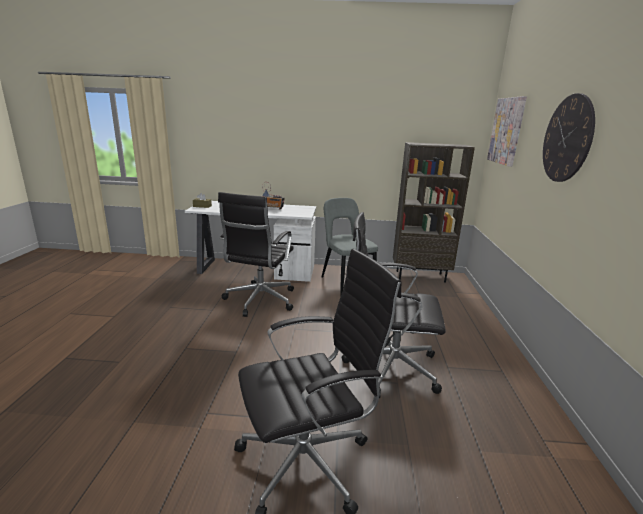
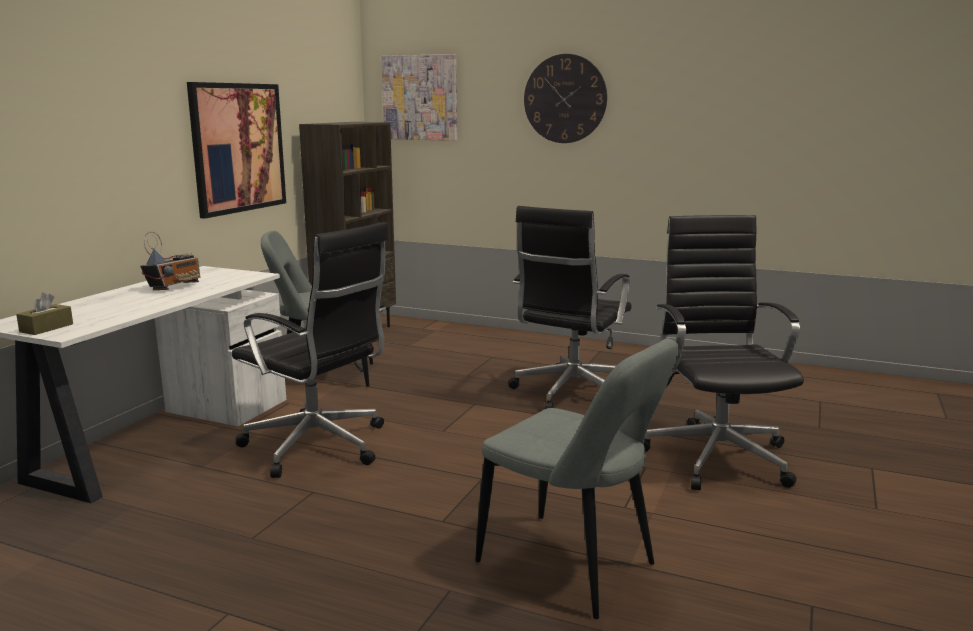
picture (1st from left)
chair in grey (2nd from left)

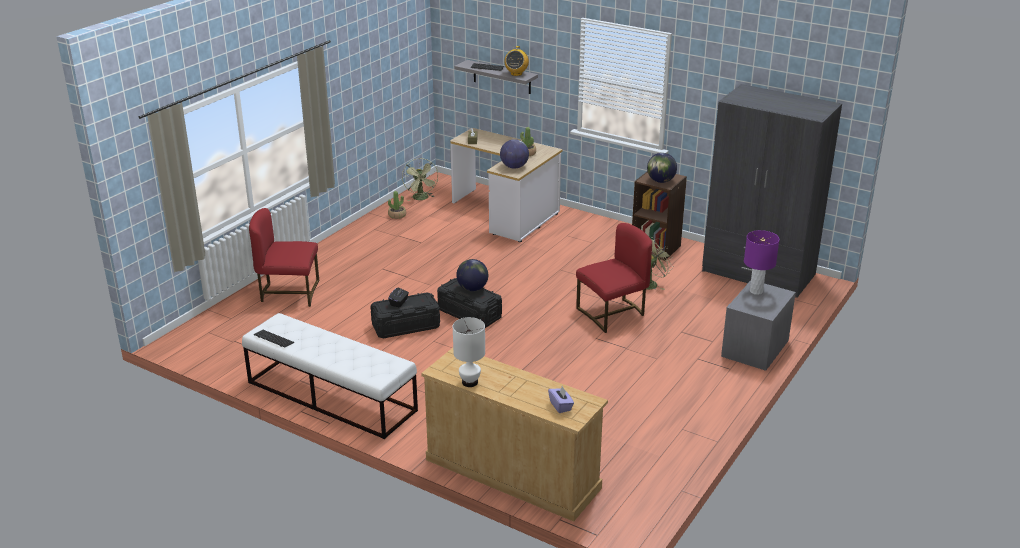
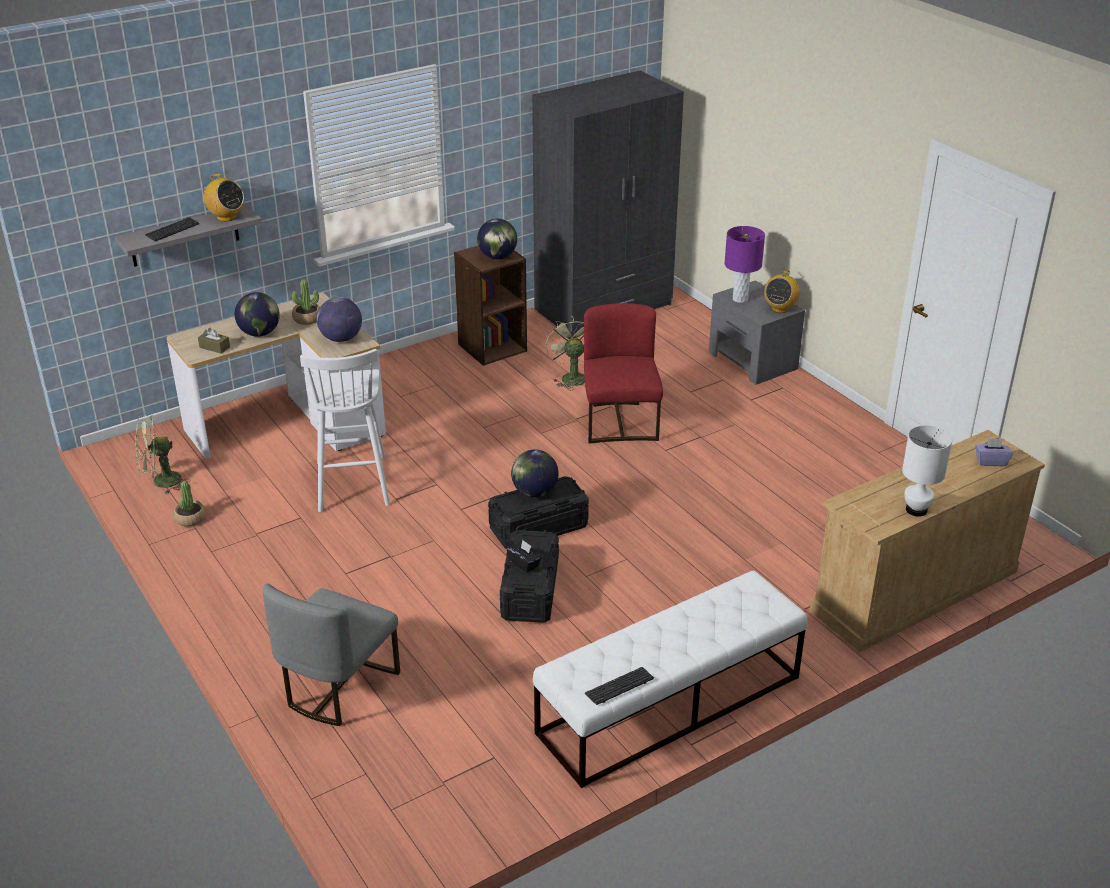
fan in green (1st from left)
chair in grey
radio (2nd from left)
globe (1st from left)
stool in white

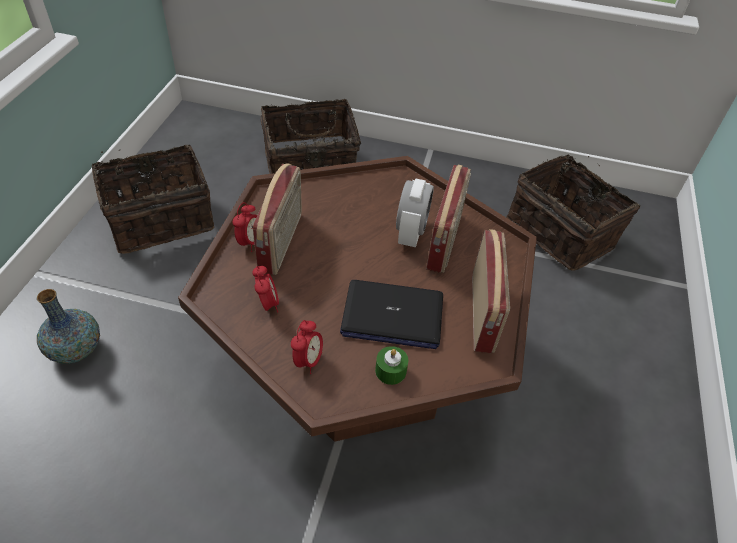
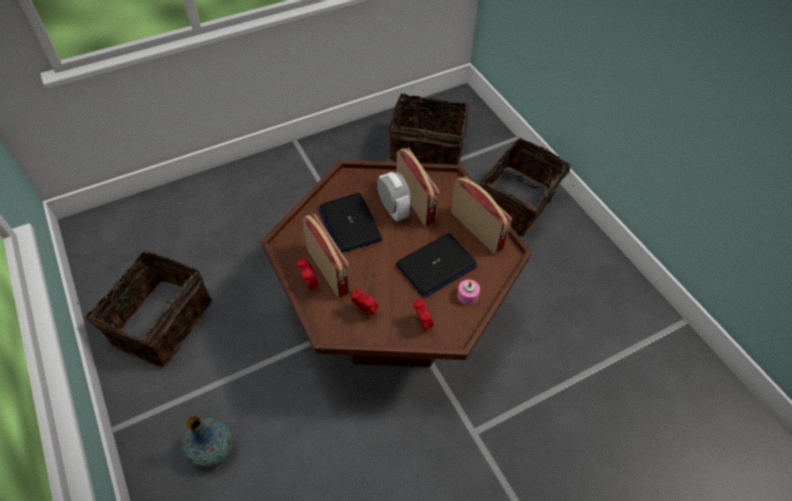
basket (3rd from left)
candle in pink
laptop (1st from left)

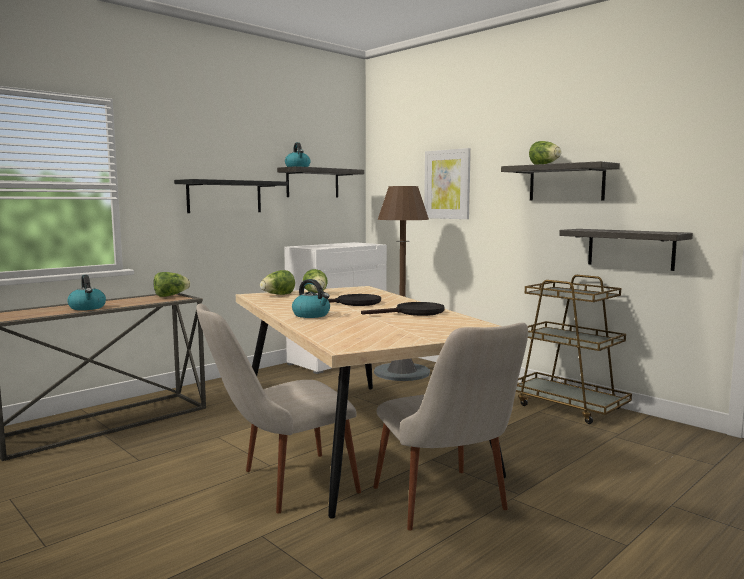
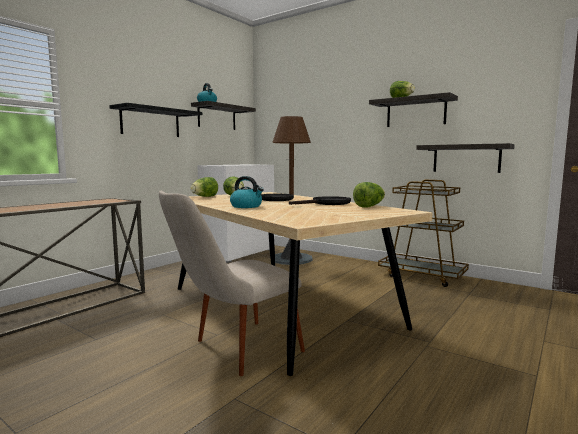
picture
lettuce (3rd from left)
kettle (1st from left in the first image)
chair in beige (2nd from left in the first image)

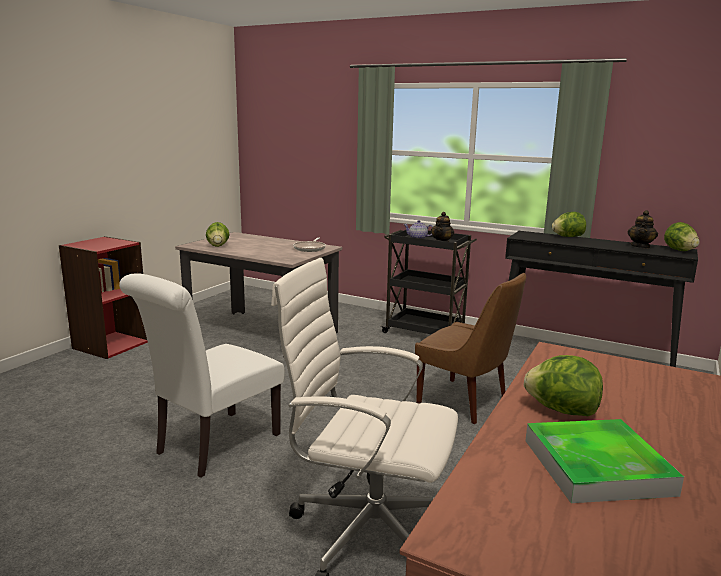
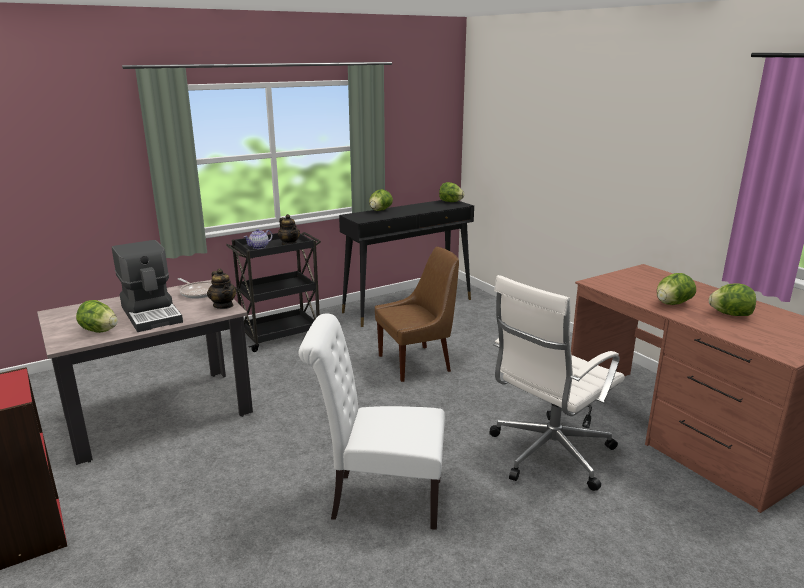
teapot (1st from left)
chair in white
lettuce (5th from left)
coffee machine

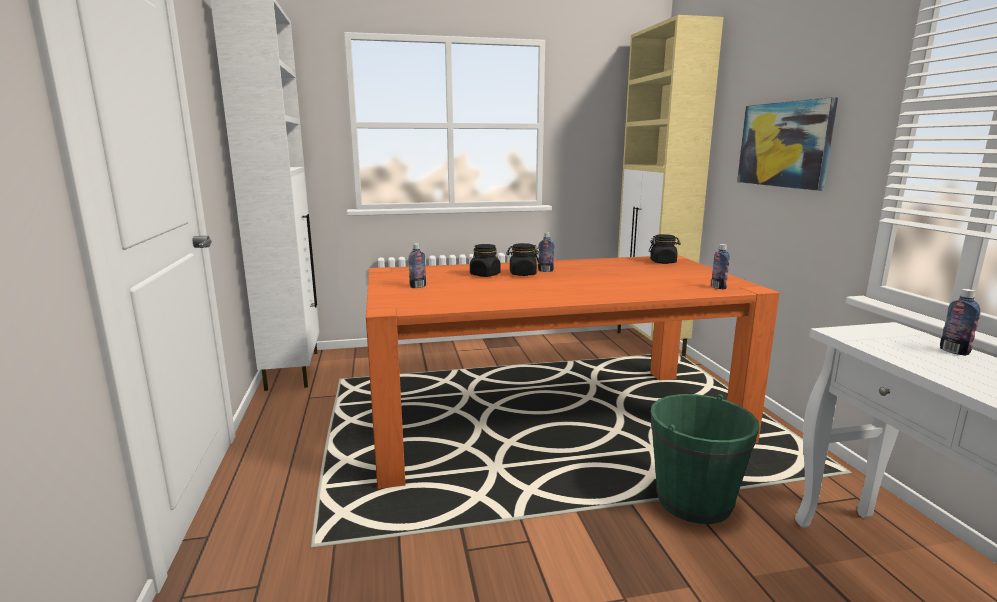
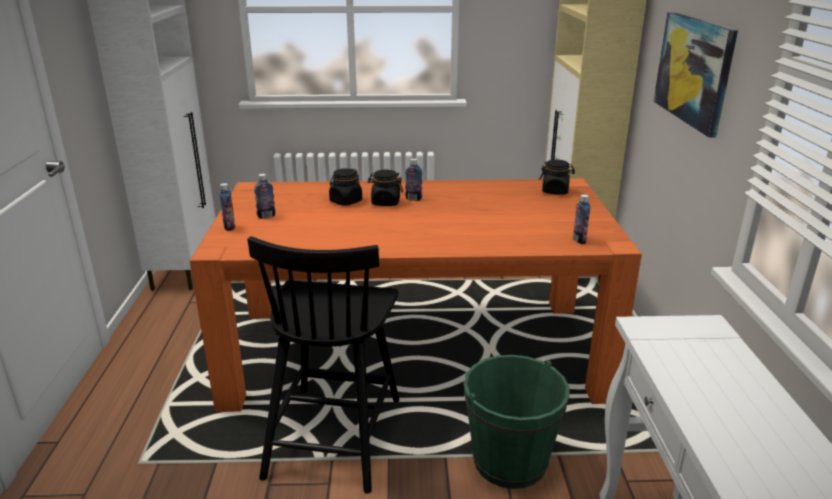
bottle (1st from left)
chair in black

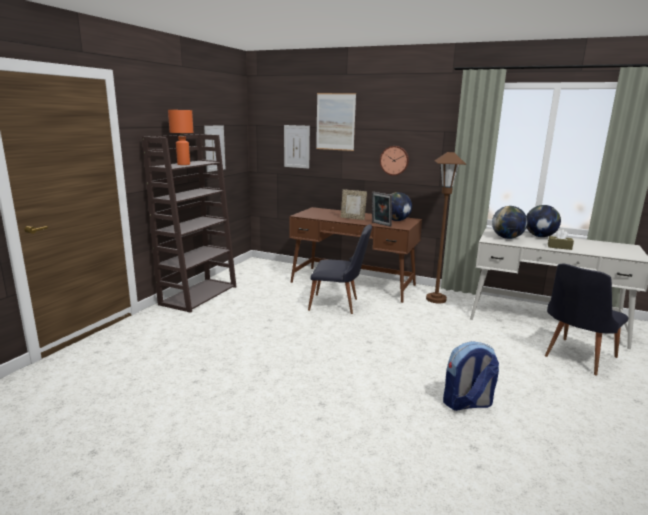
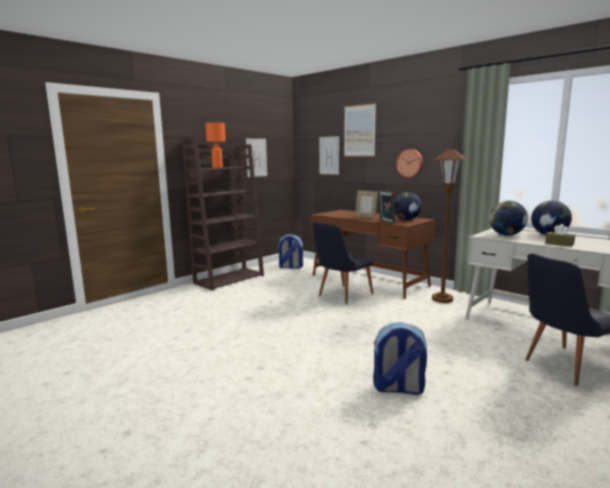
chair in black (1st from left)
backpack (1st from left)

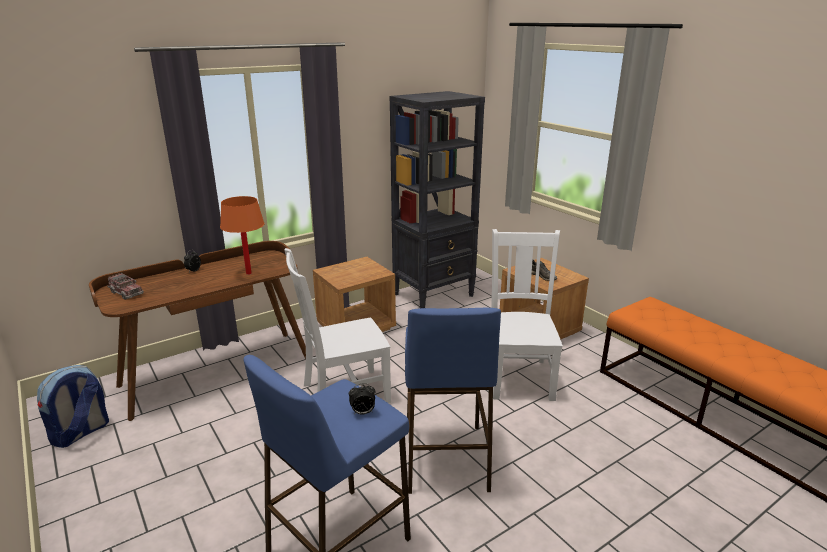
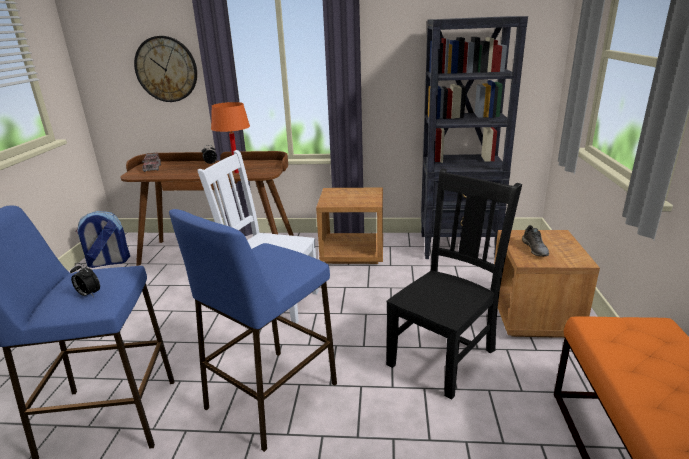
chair in black
wall clock

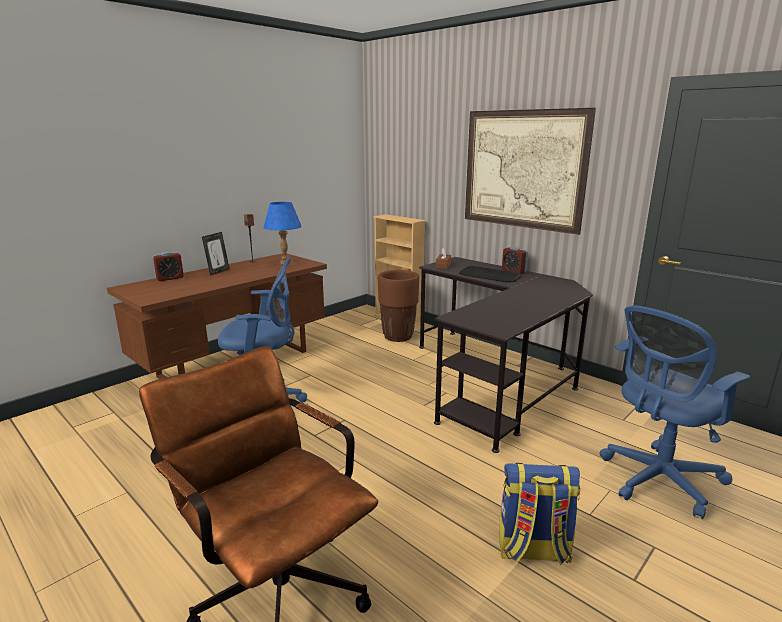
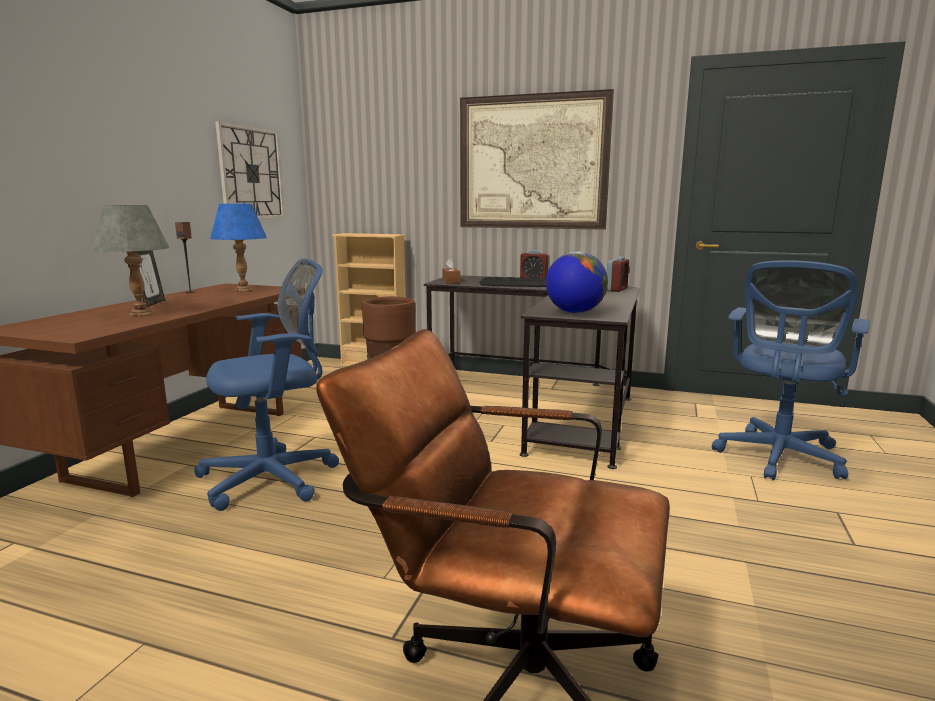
alarm clock (2nd from left)
backpack
wall clock
table lamp in grey
globe

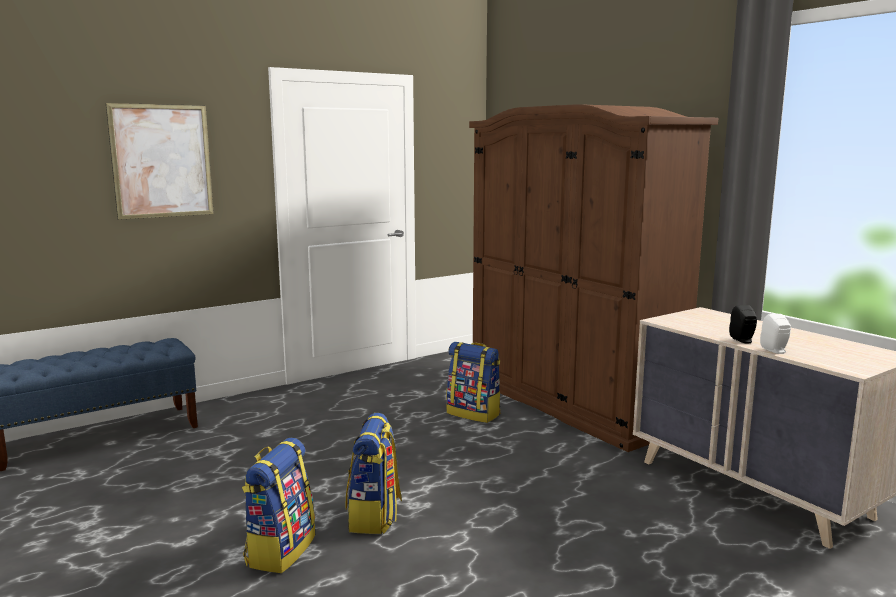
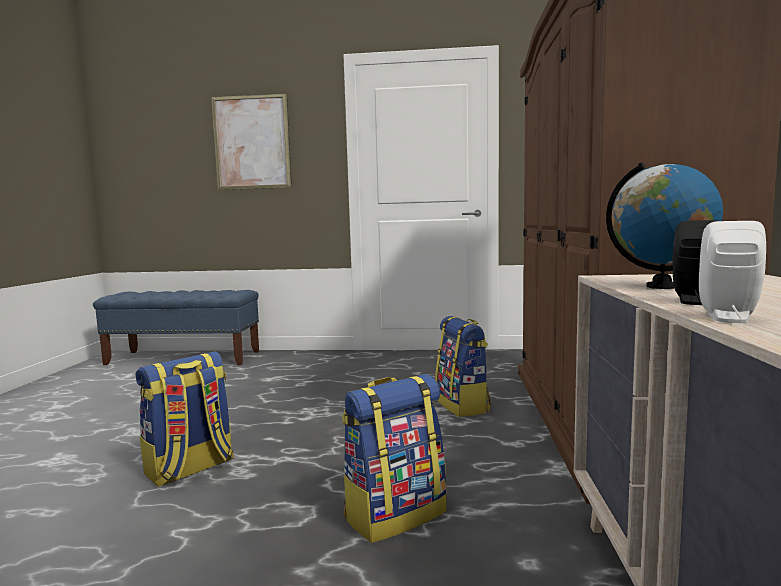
backpack (2nd from left)
globe

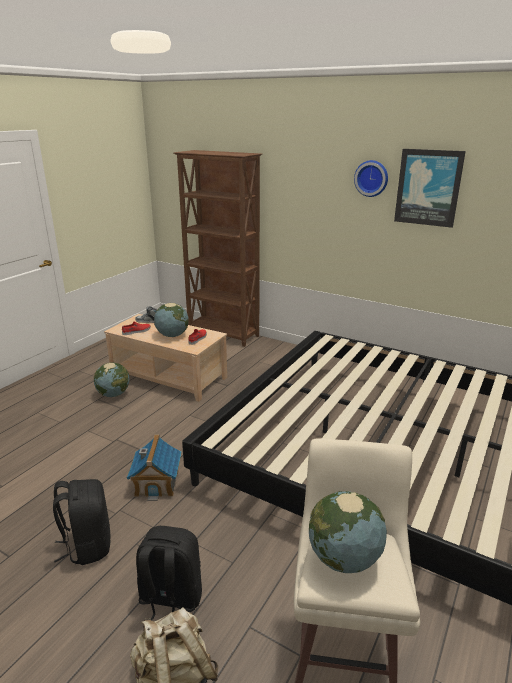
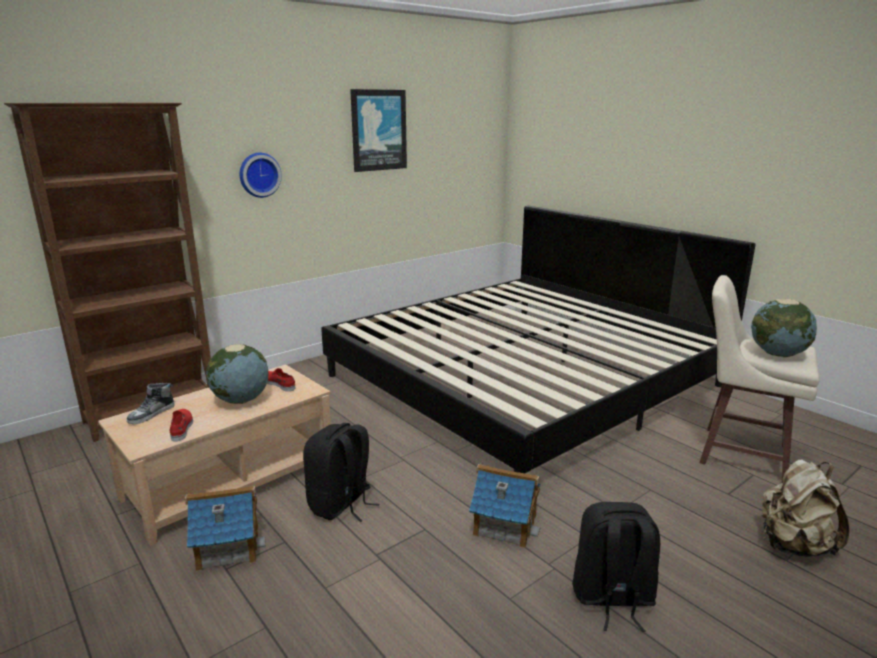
wall clock
toy house (1st from left)
backpack in black (1st from left)

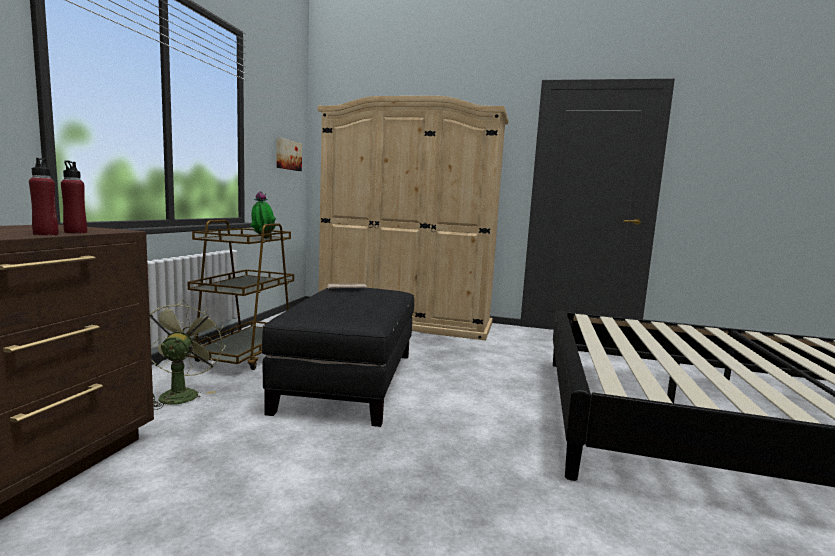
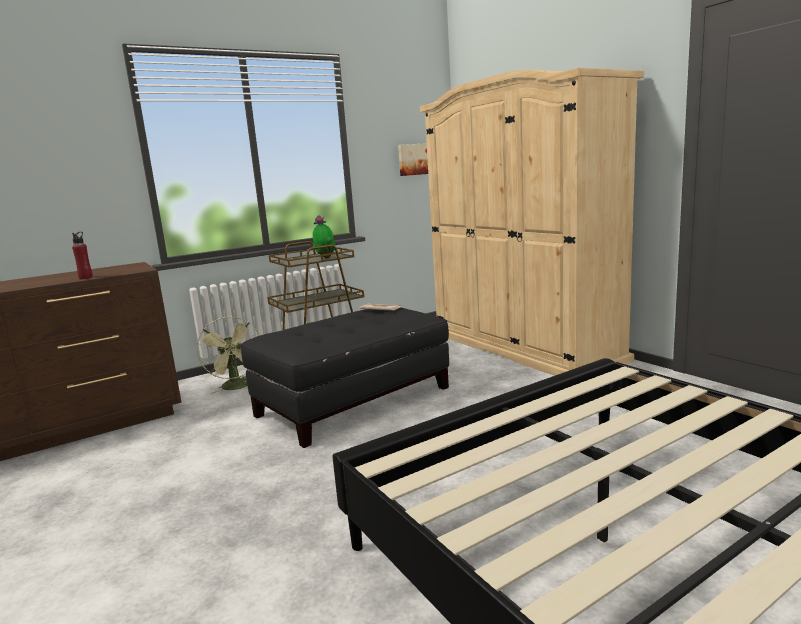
bottle in red (2nd from left in the first image)
fan in green

